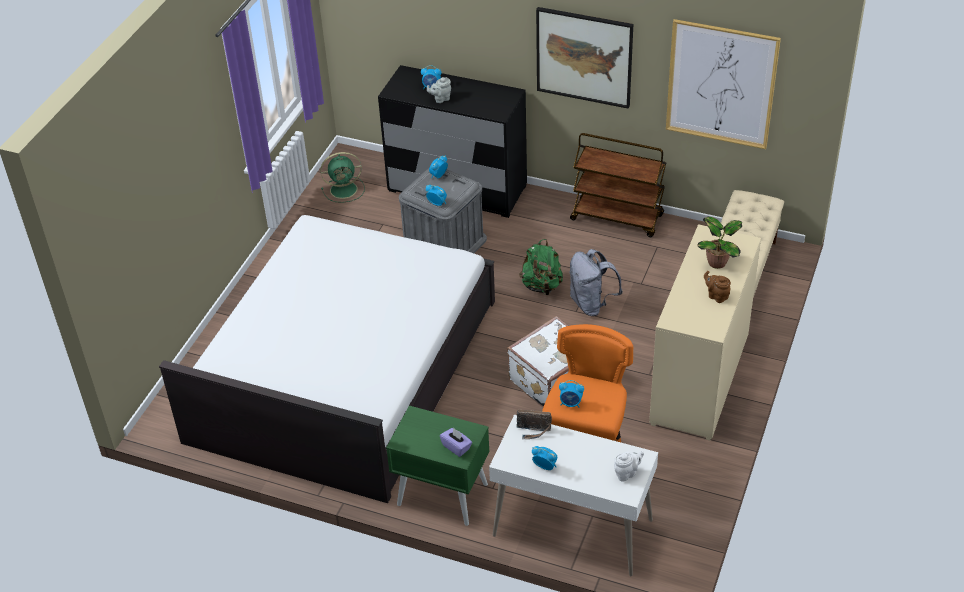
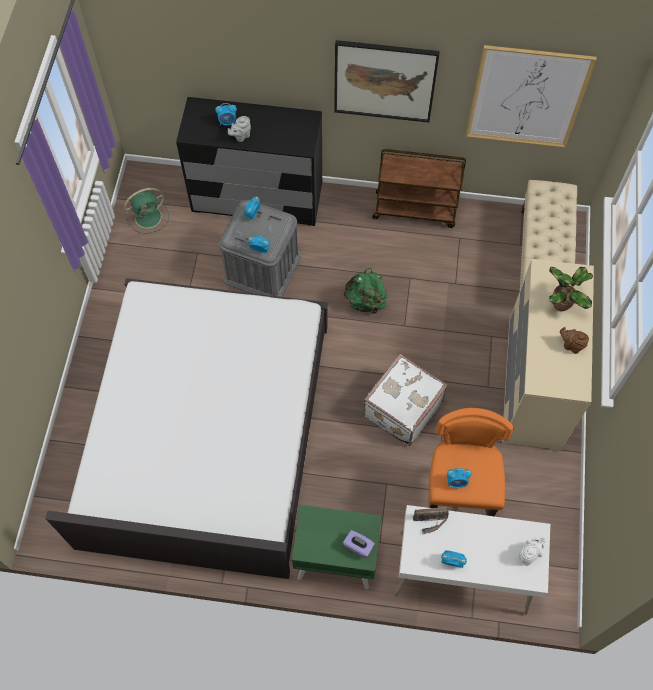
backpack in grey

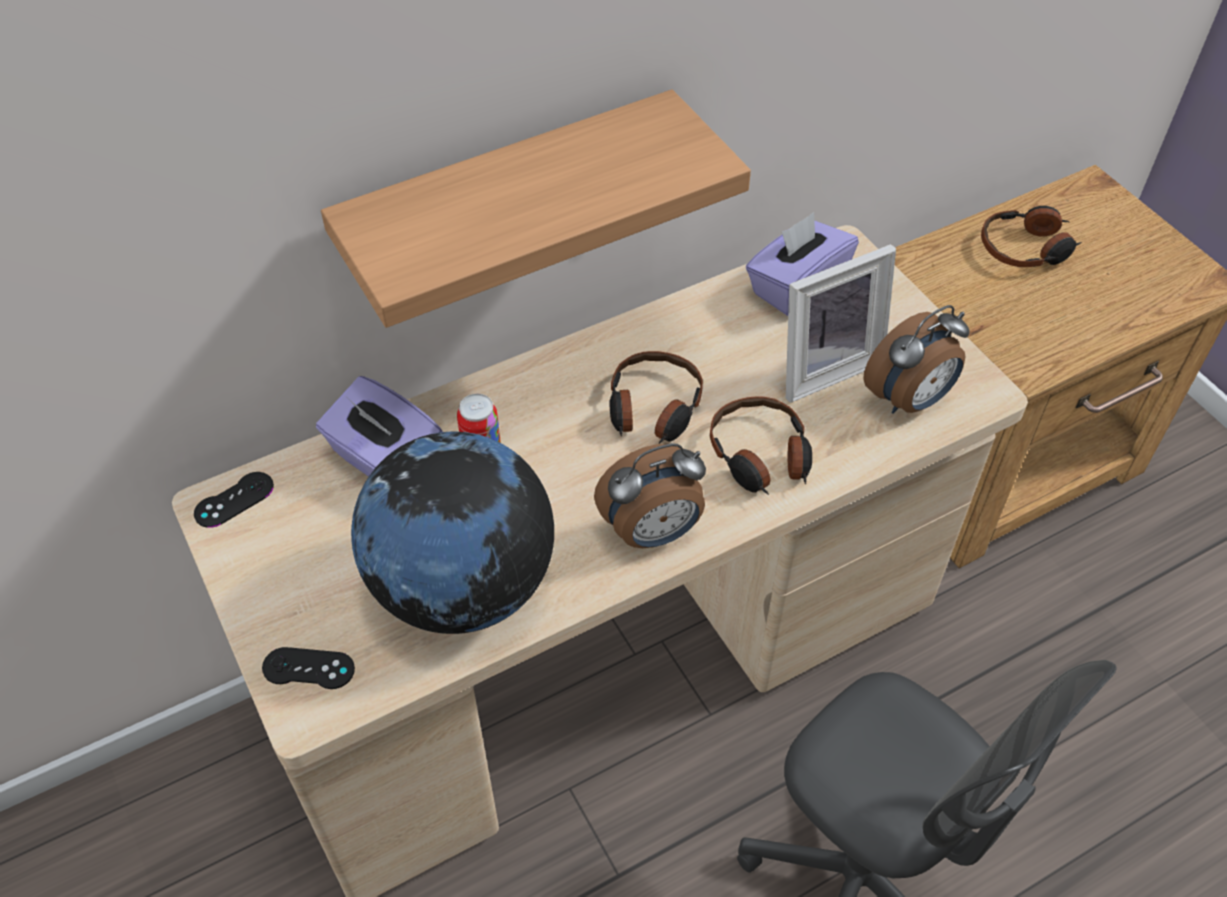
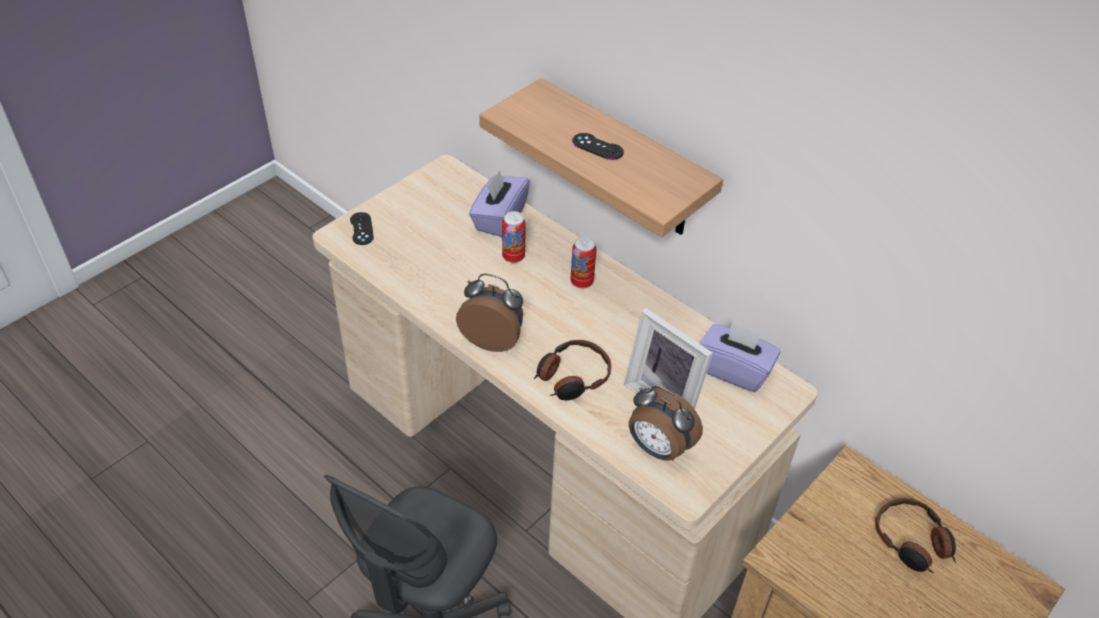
headphones (1st from left in the first image)
globe
alarm clock (1st from left)
game controller in black (2nd from left)
can (2nd from left)

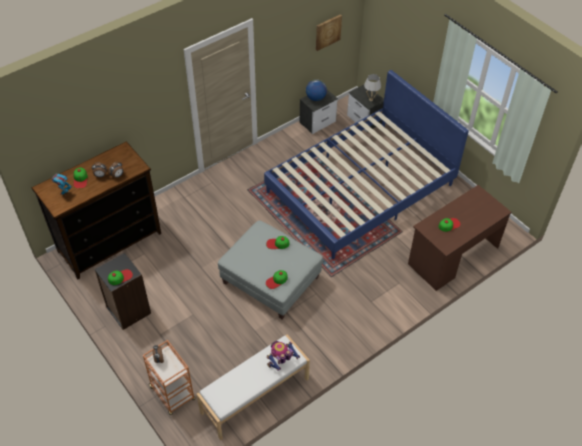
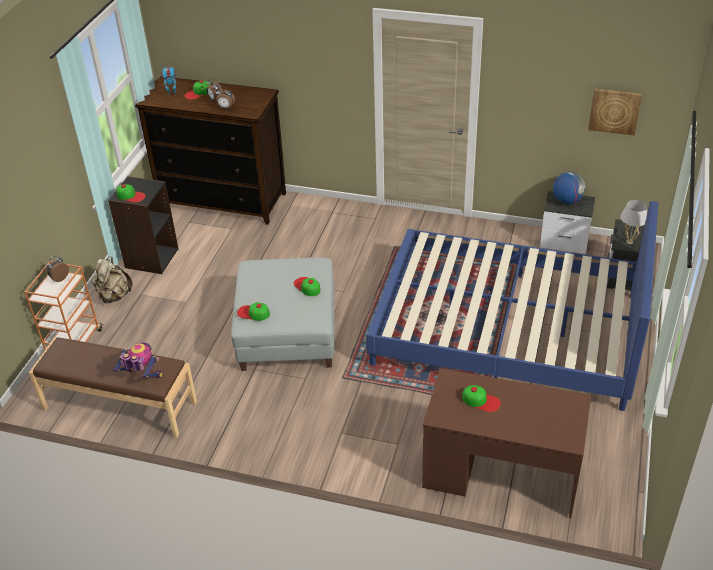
bench in brown
backpack in beige

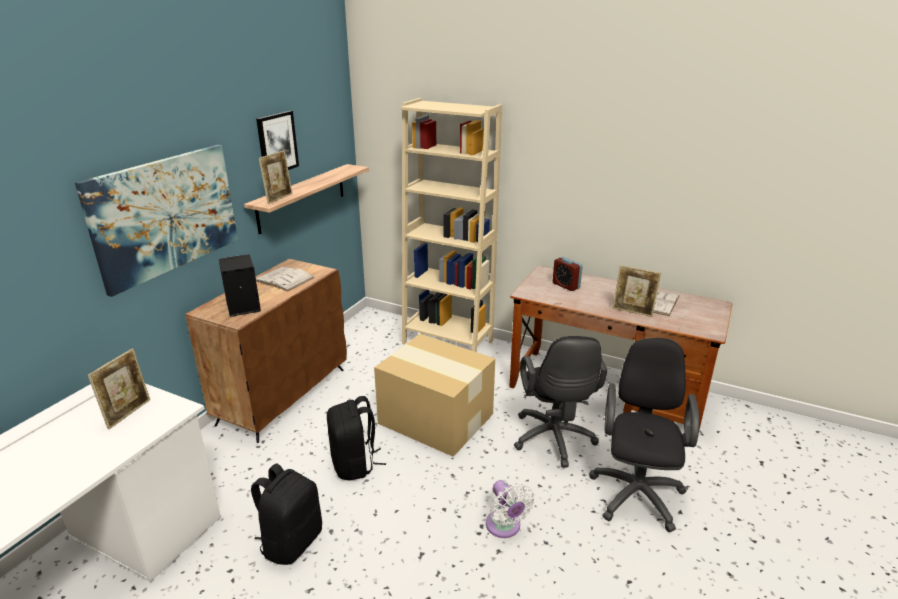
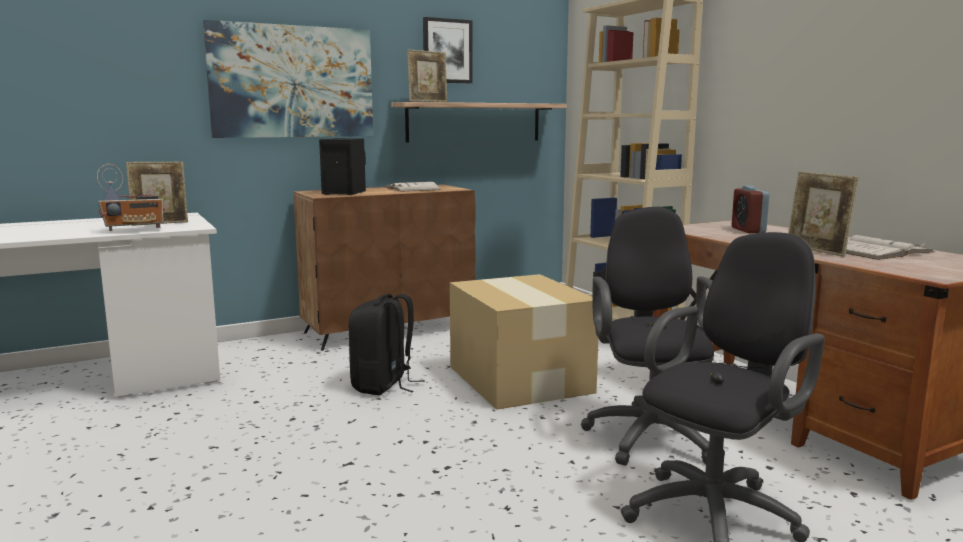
office chair in black (1st from left)
backpack in black (1st from left in the first image)
fan in white
radio

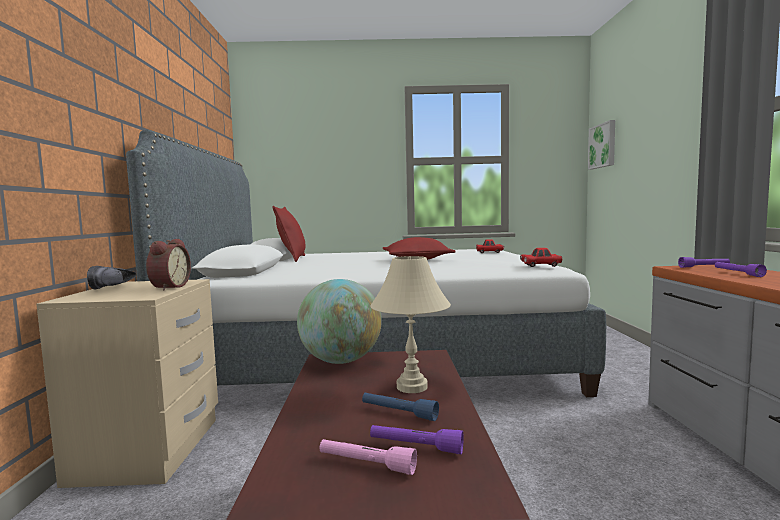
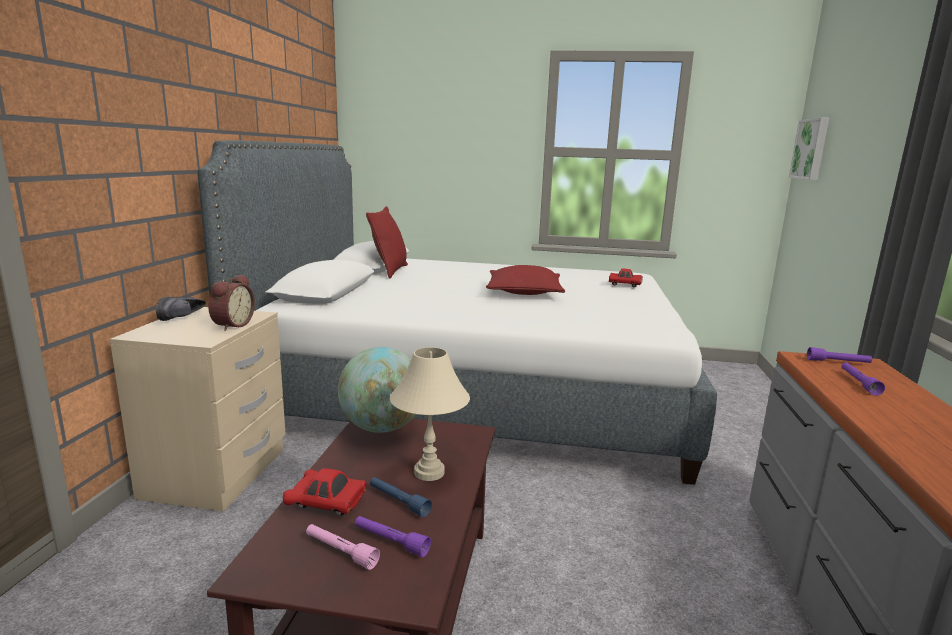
toy car in red (1st from left)

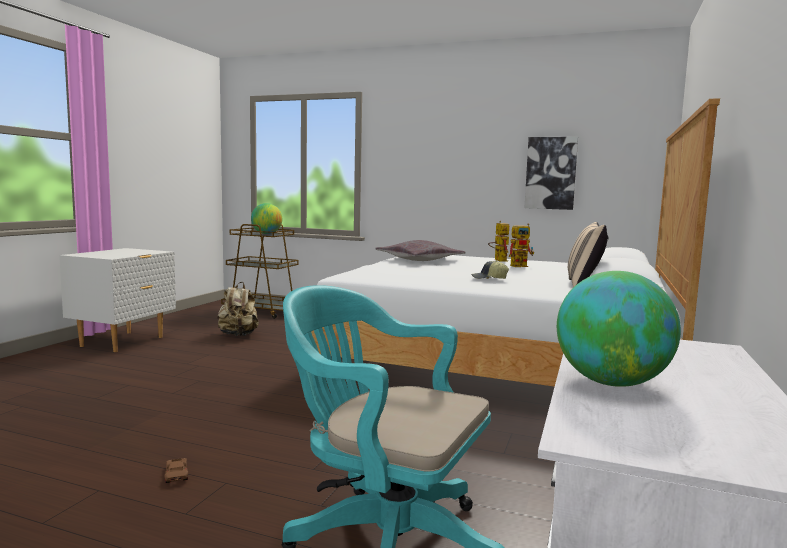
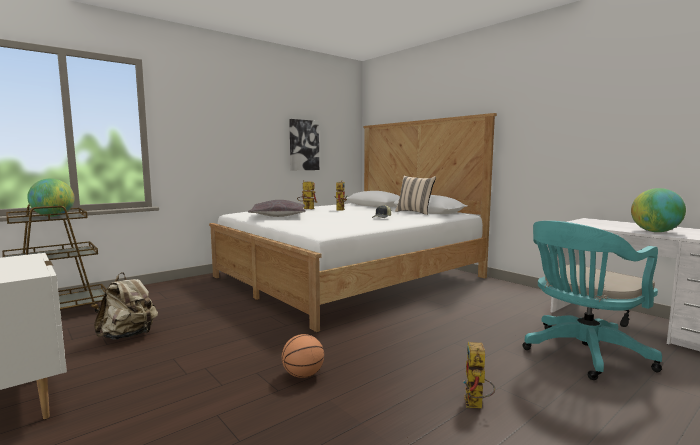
toy robot (3rd from left)
basketball

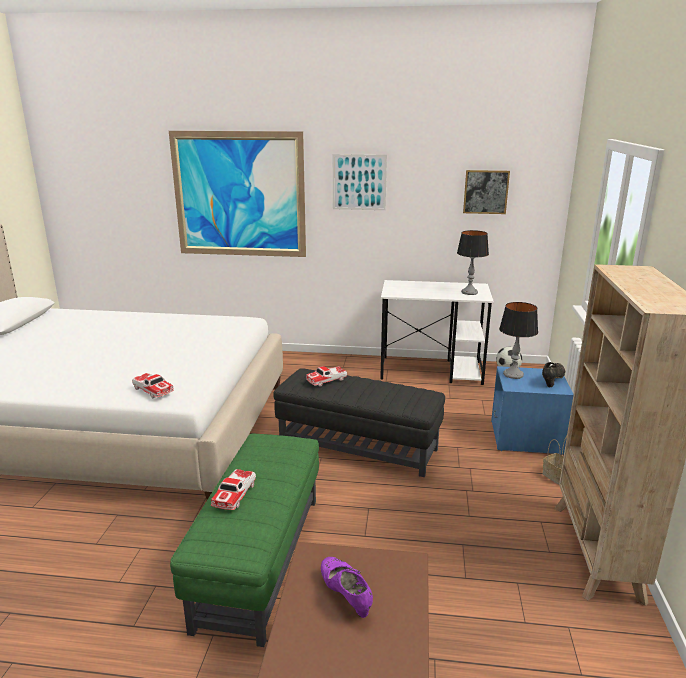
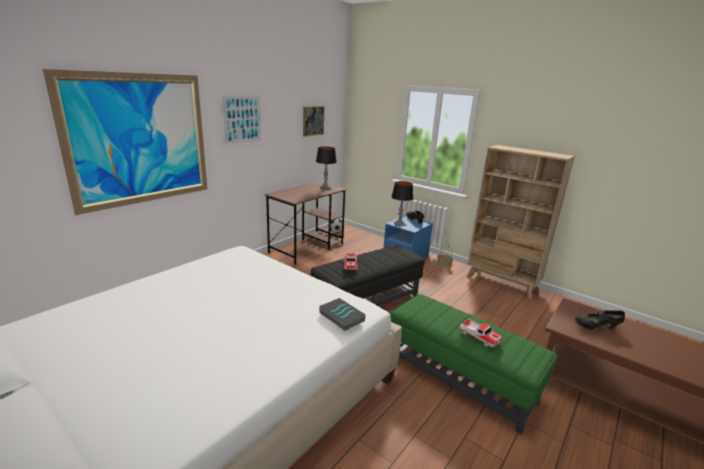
desk in brown
book
shoe in black (2nd from left)

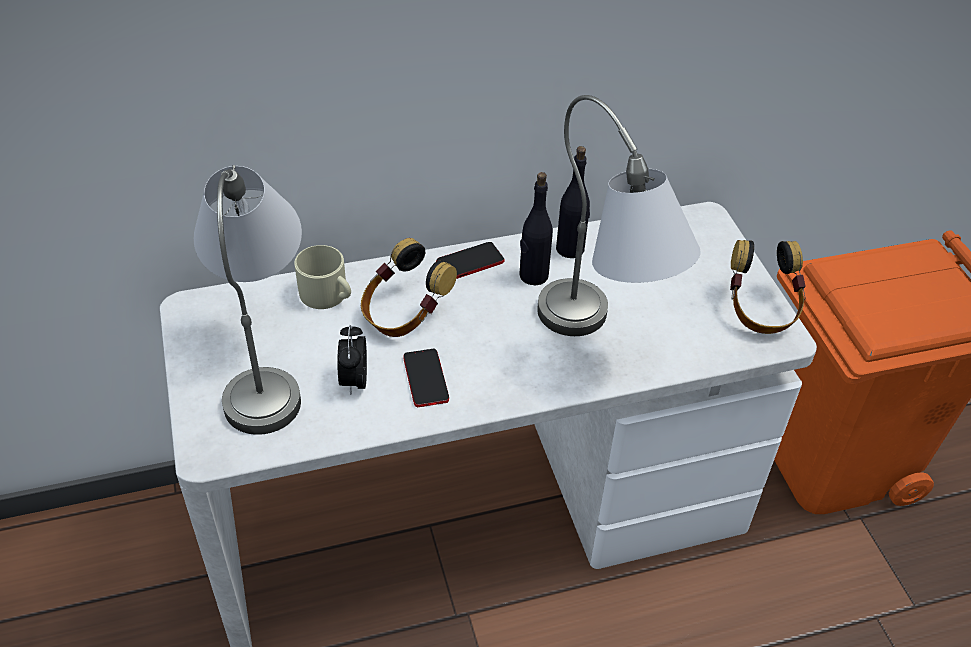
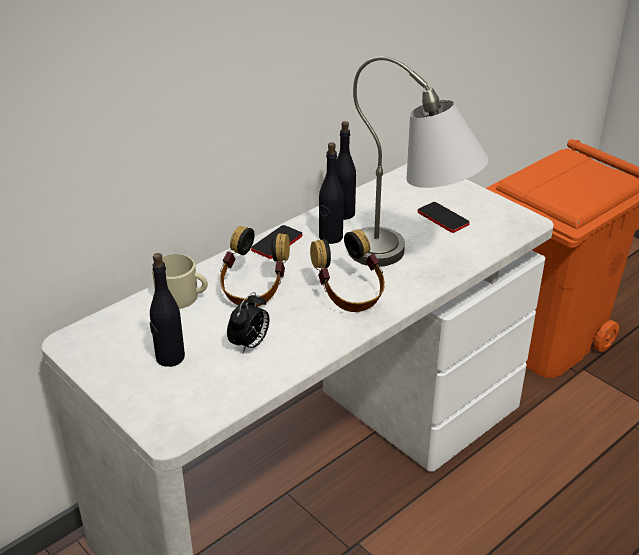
bottle in black (1st from left)
headphones (2nd from left)
alarm clock
phone (2nd from left)

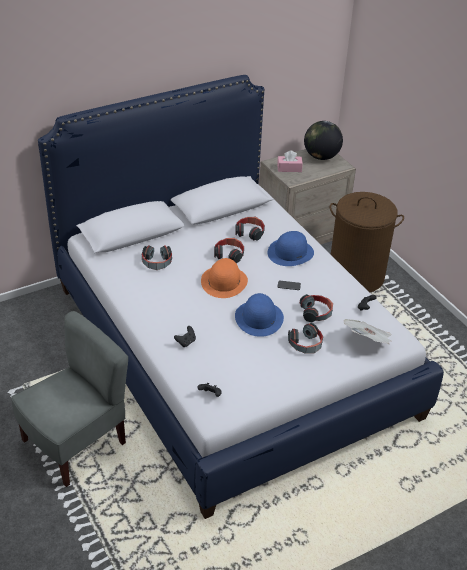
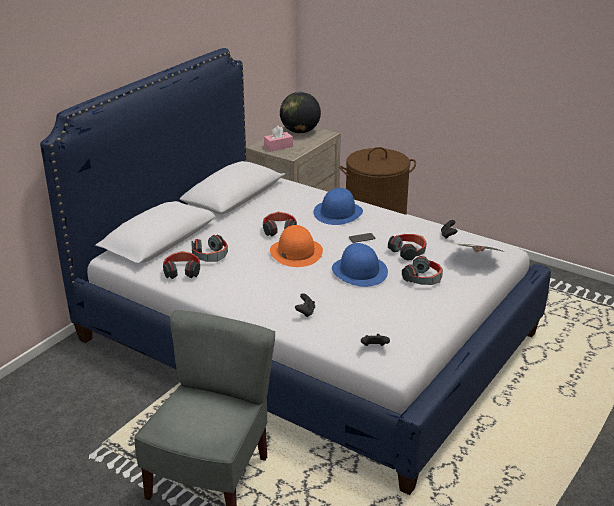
headphones (1st from left)

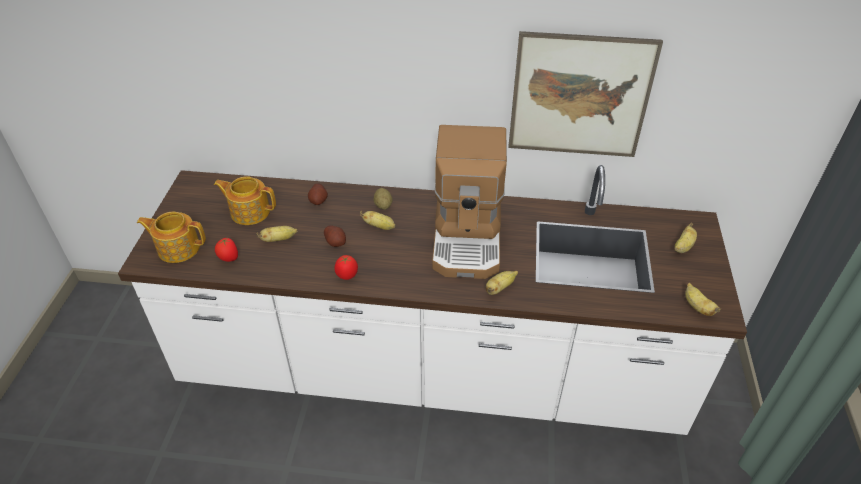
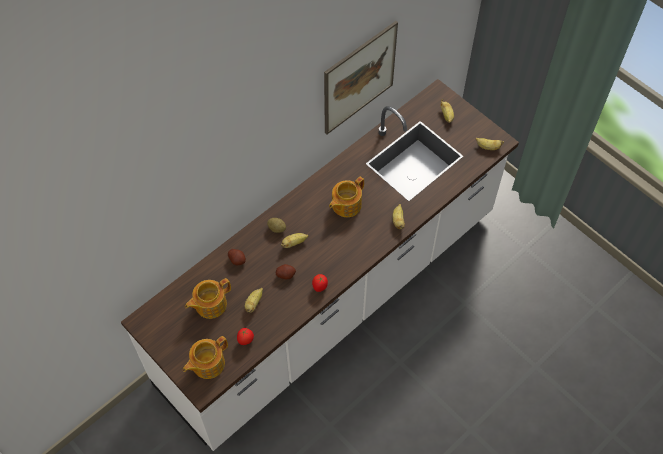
teapot (3rd from left)

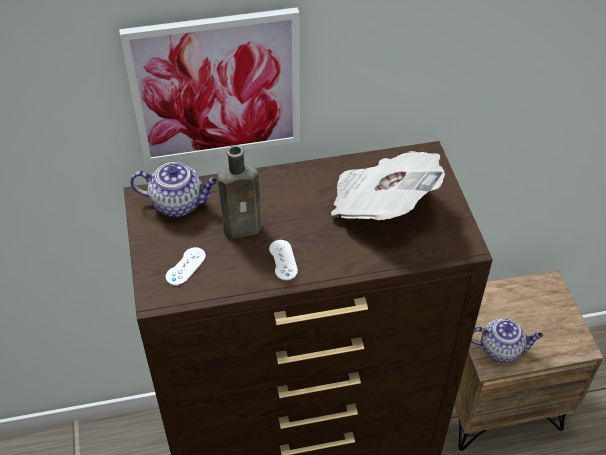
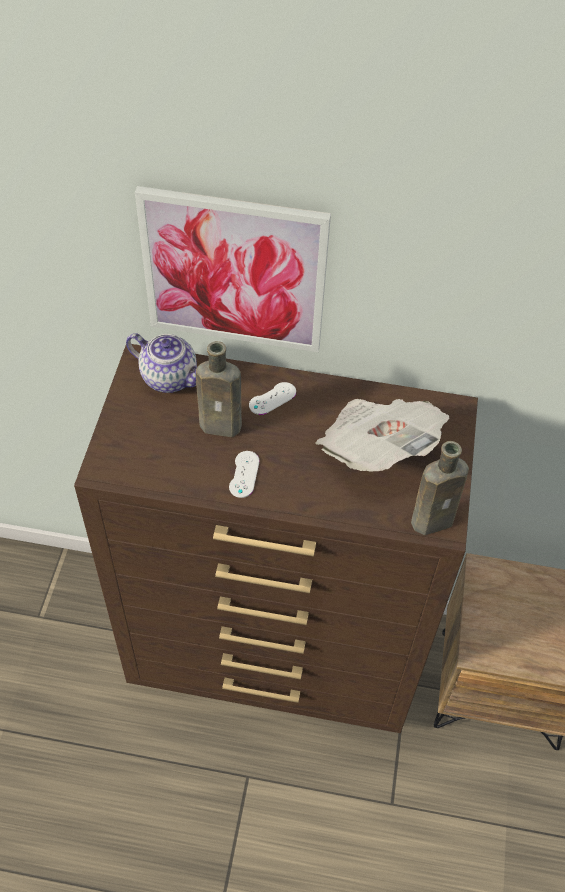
game controller in white (2nd from left)
teapot (2nd from left in the first image)
bottle in brown (2nd from left)

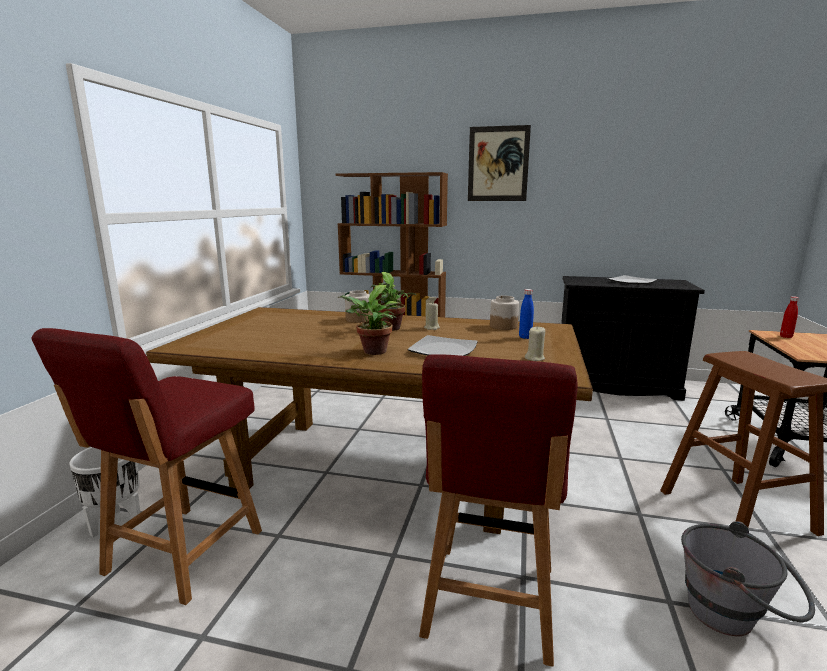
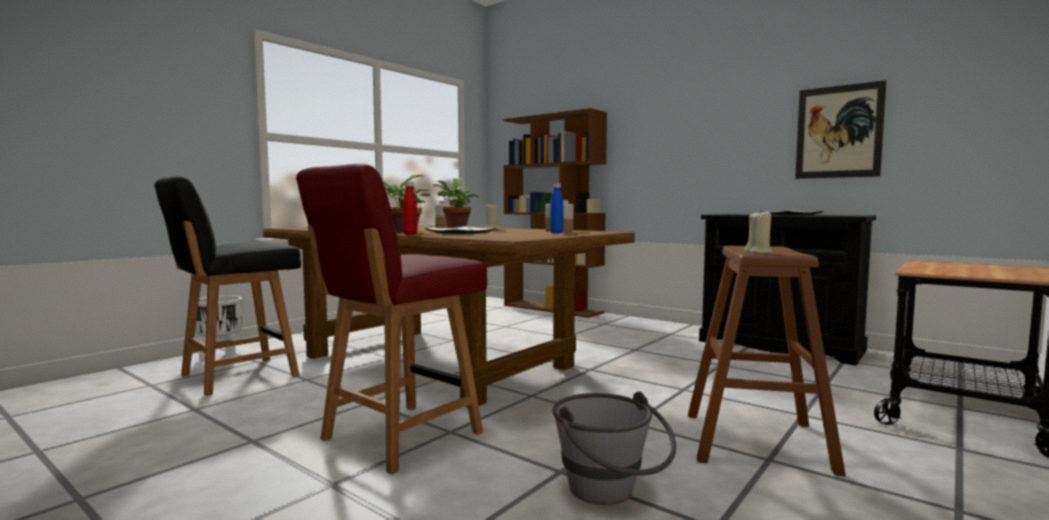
picture
bottle in red
candle in beige (2nd from left)
chair in black

